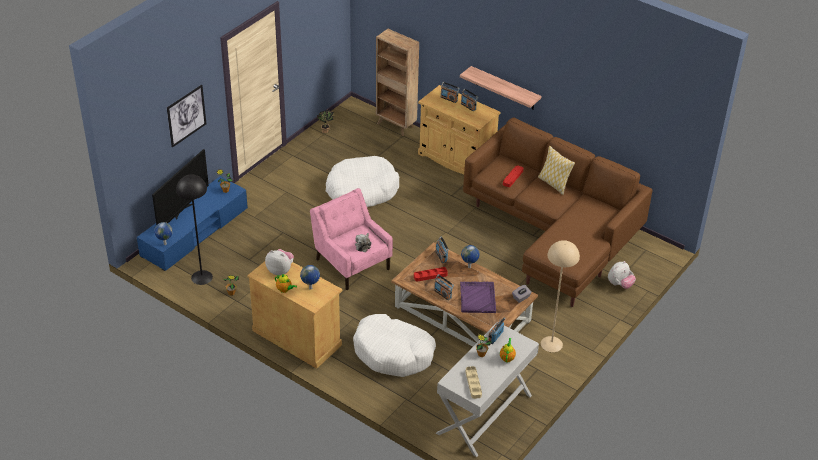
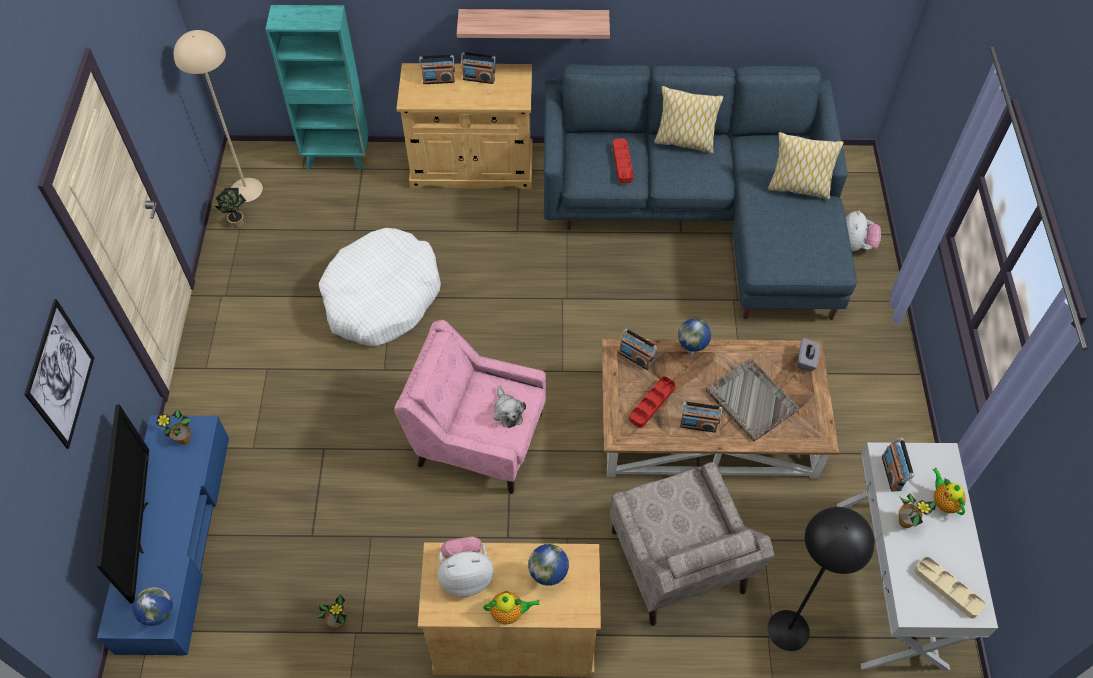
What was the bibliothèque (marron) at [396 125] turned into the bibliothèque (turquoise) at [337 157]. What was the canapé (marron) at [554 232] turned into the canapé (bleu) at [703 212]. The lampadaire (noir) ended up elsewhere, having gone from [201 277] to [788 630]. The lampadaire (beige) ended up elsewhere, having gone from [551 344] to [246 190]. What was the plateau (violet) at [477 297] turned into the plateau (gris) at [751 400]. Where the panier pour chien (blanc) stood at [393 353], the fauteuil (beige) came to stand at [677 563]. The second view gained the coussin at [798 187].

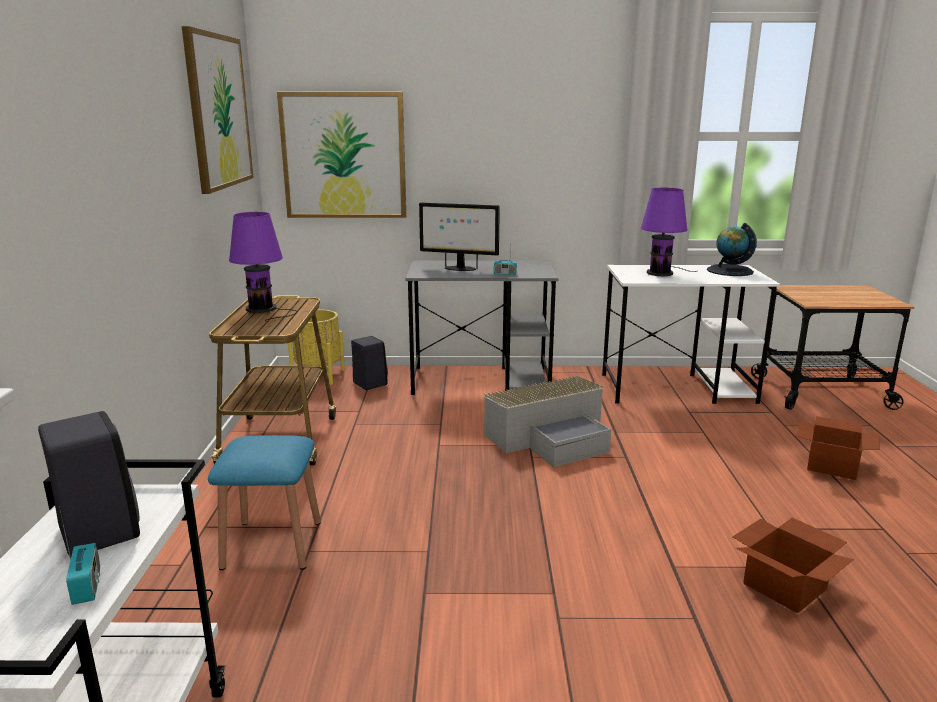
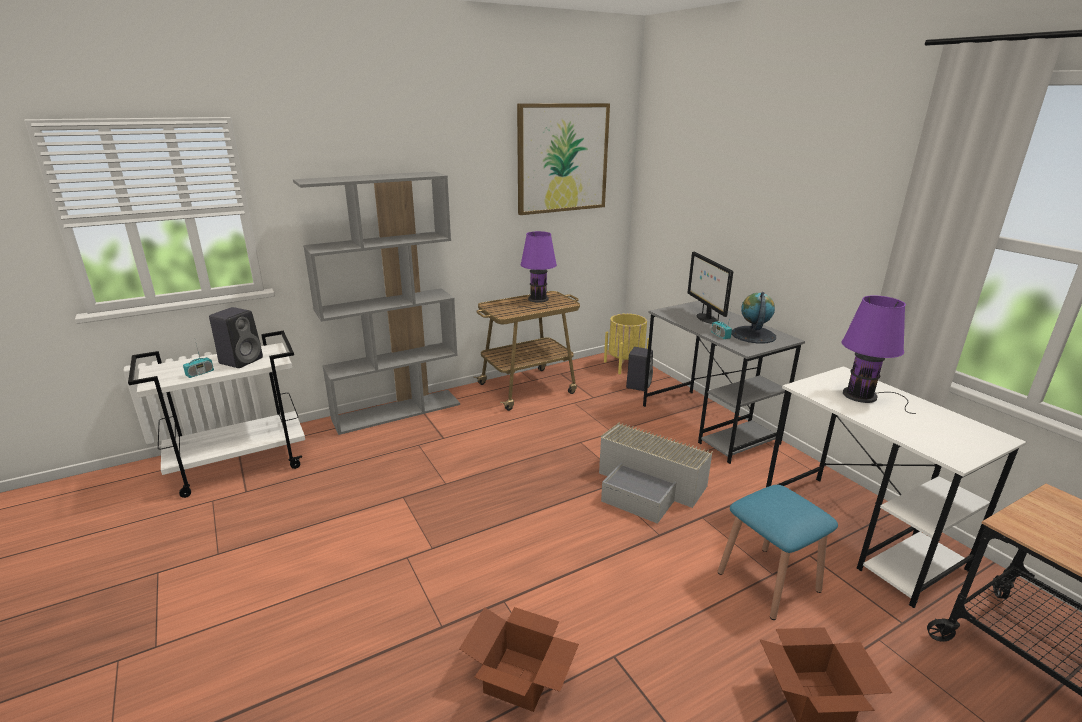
The second view lost the tableau at [344 156]. The globe ended up elsewhere, having gone from [729 271] to [753 335]. The tabouret (bleu) ended up elsewhere, having gone from [272 544] to [768 581]. The second view gained the bibliothèque (gris) at [397 411].

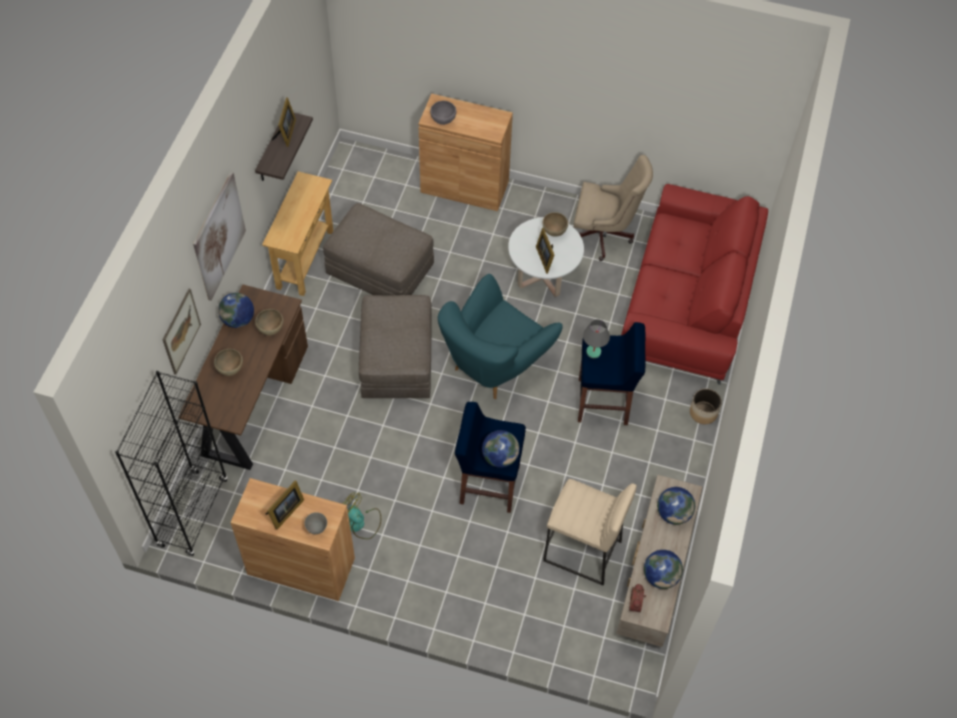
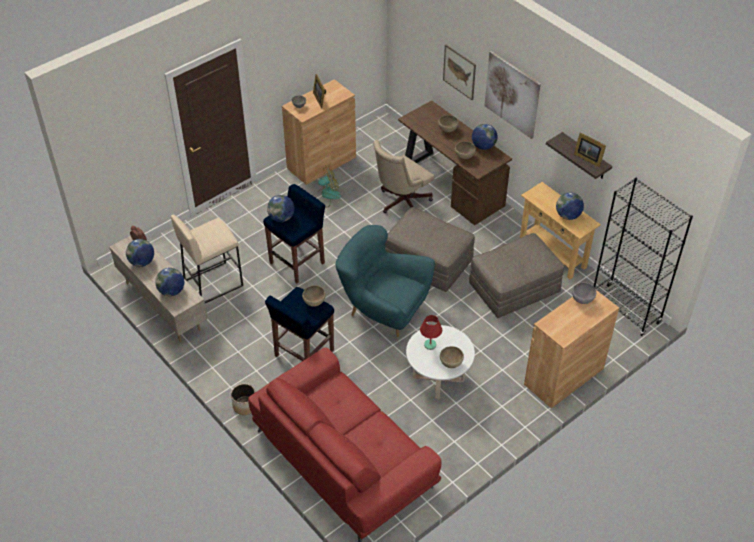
The chaise de bureau (beige) ended up elsewhere, having gone from [604 236] to [401 203]. Where the cadre photo stood at [545 258], the lampe de table (rouge) came to stand at [429 345]. The fauteuil (turquoise) at [494 365] ended up facing another way, 45 degrees counterclockwise from before. Where the lampe de table (gris) stood at [593 352], the bol (marron) came to stand at [314 303]. The bibliothèque (noir) ended up elsewhere, having gone from [193 512] to [625 310]. The second view gained the globe at [568 215].

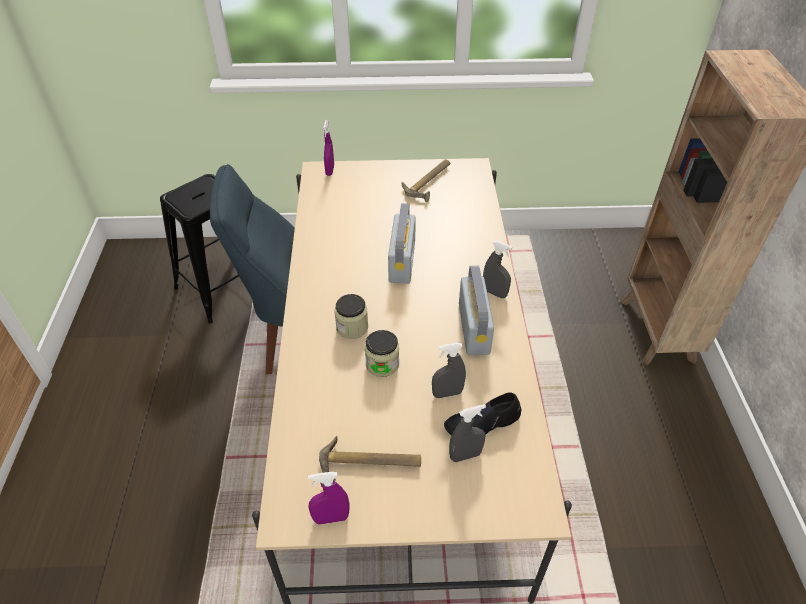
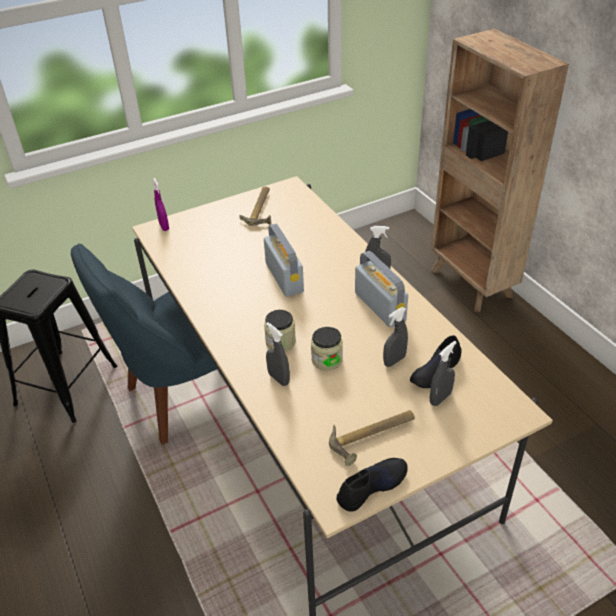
Where the vaporisateur (violet) stood at [331 518], the chaussure (noir) came to stand at [371 486]. The second view gained the vaporisateur (gris) at [278 379].

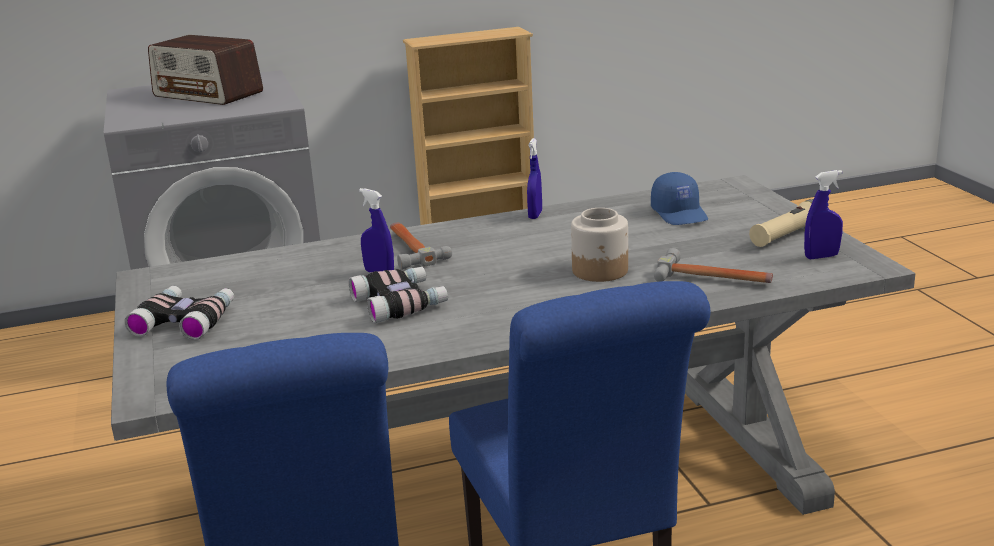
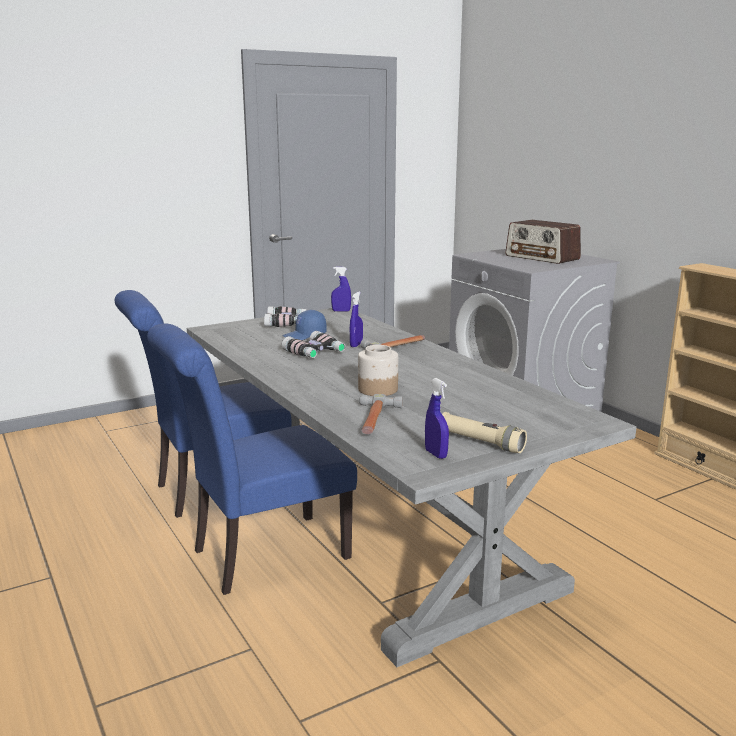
The radio at [208 94] ended up facing another way, 60 degrees counterclockwise from before. The vaporisateur (bleu) ended up elsewhere, having gone from [535 215] to [341 311]. The casquette (bleu) ended up elsewhere, having gone from [680 214] to [305 335].

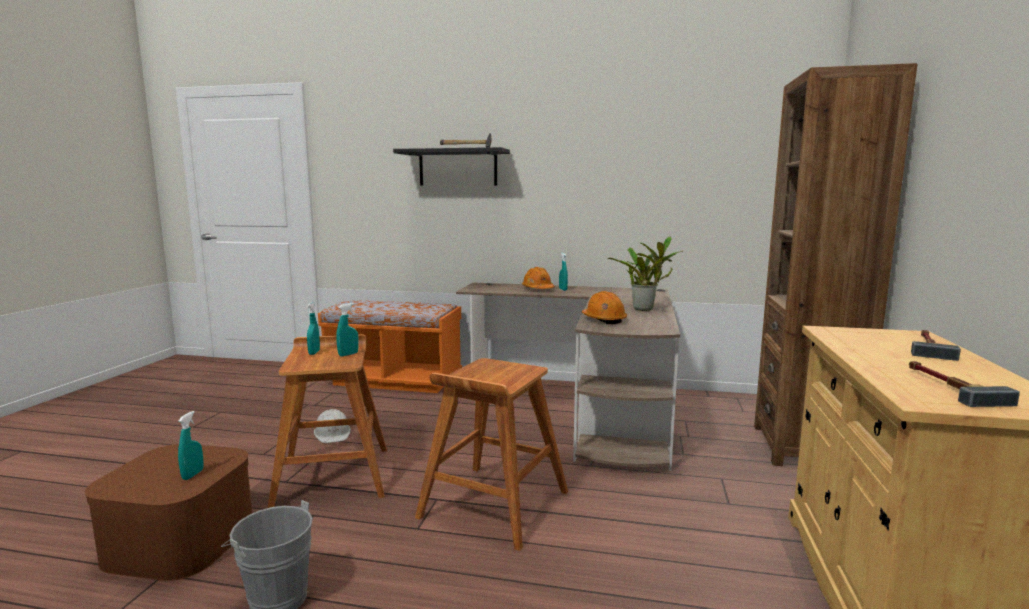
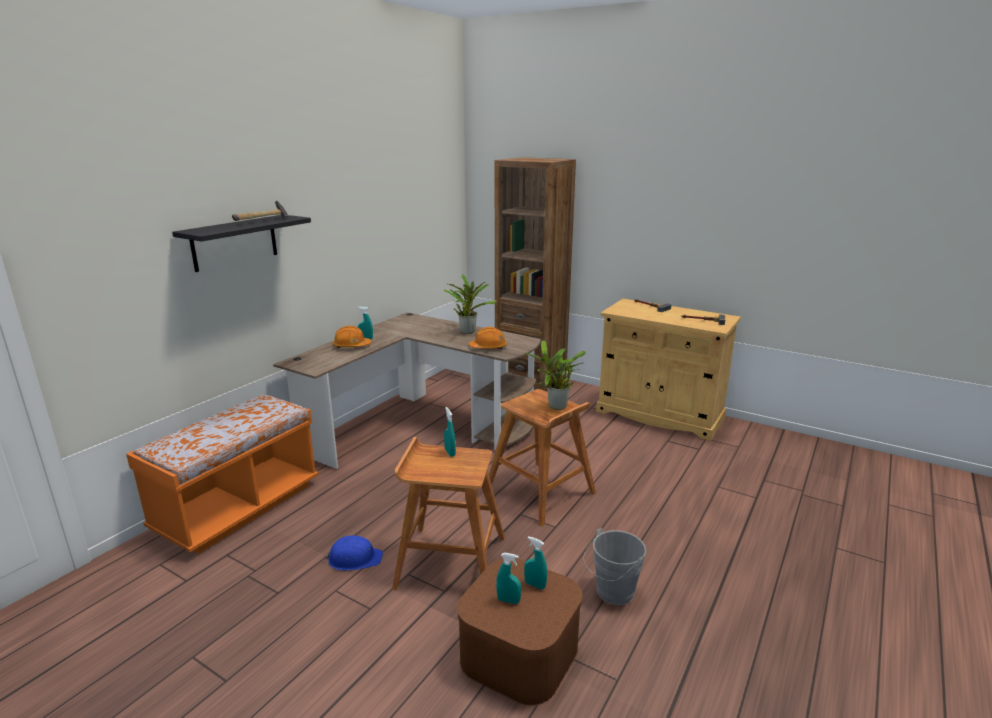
The vaporisateur (turquoise) ended up elsewhere, having gone from [314 353] to [508 600]. What was the casque de chantier (blanc) at [332 433] turned into the casque de chantier (bleu) at [354 559]. The second view gained the plante en pot at [555 407].

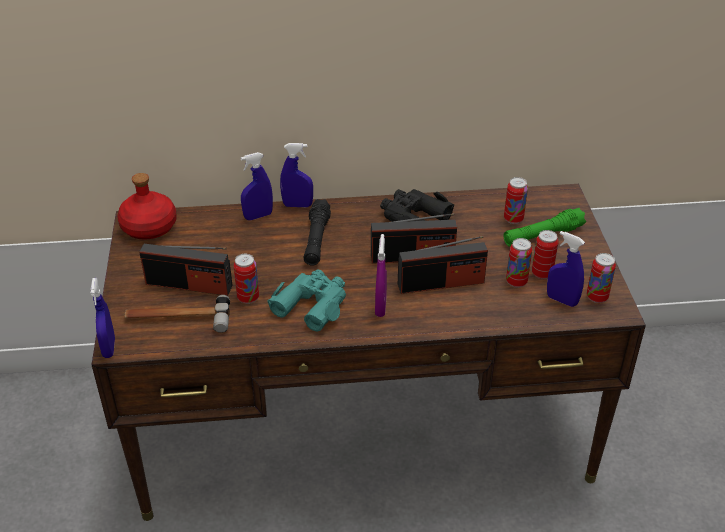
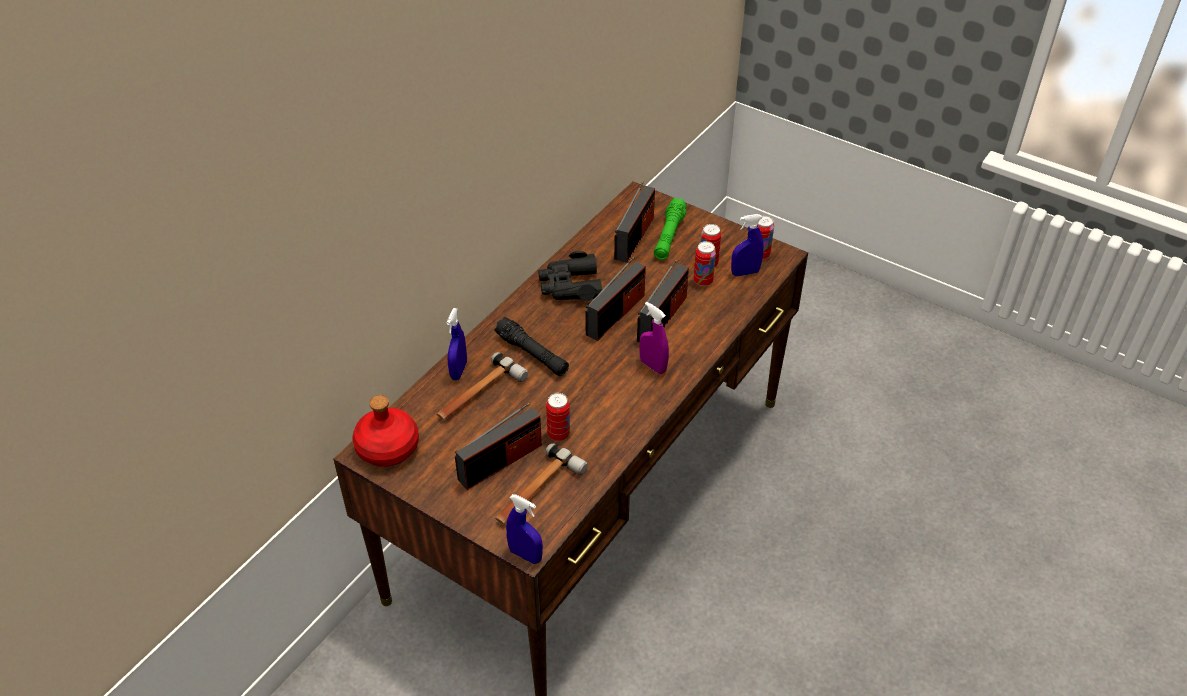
The second view lost the vaporisateur (bleu) at [297 205]. Where the boîte métallique stood at [513 219], the radio came to stand at [634 238]. The second view lost the jumelles (turquoise) at [312 304]. The second view gained the marteau at [479 394].

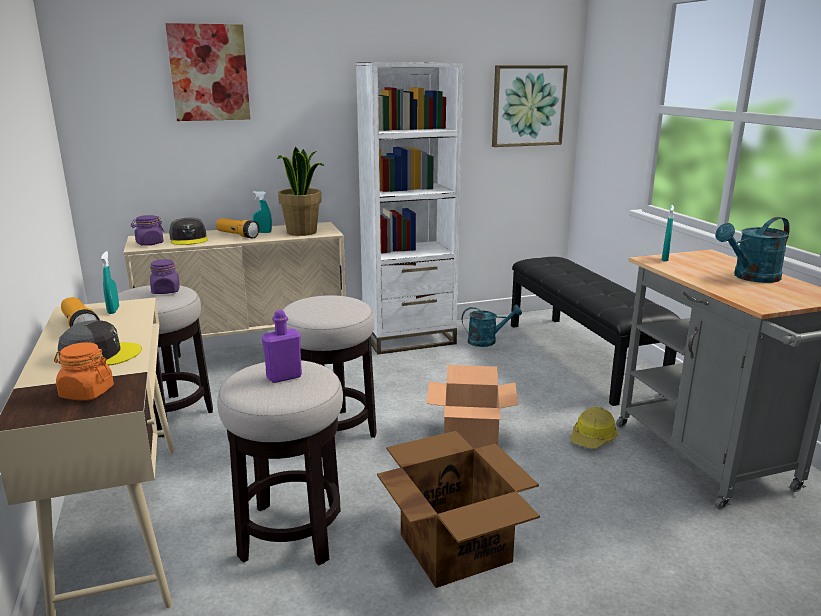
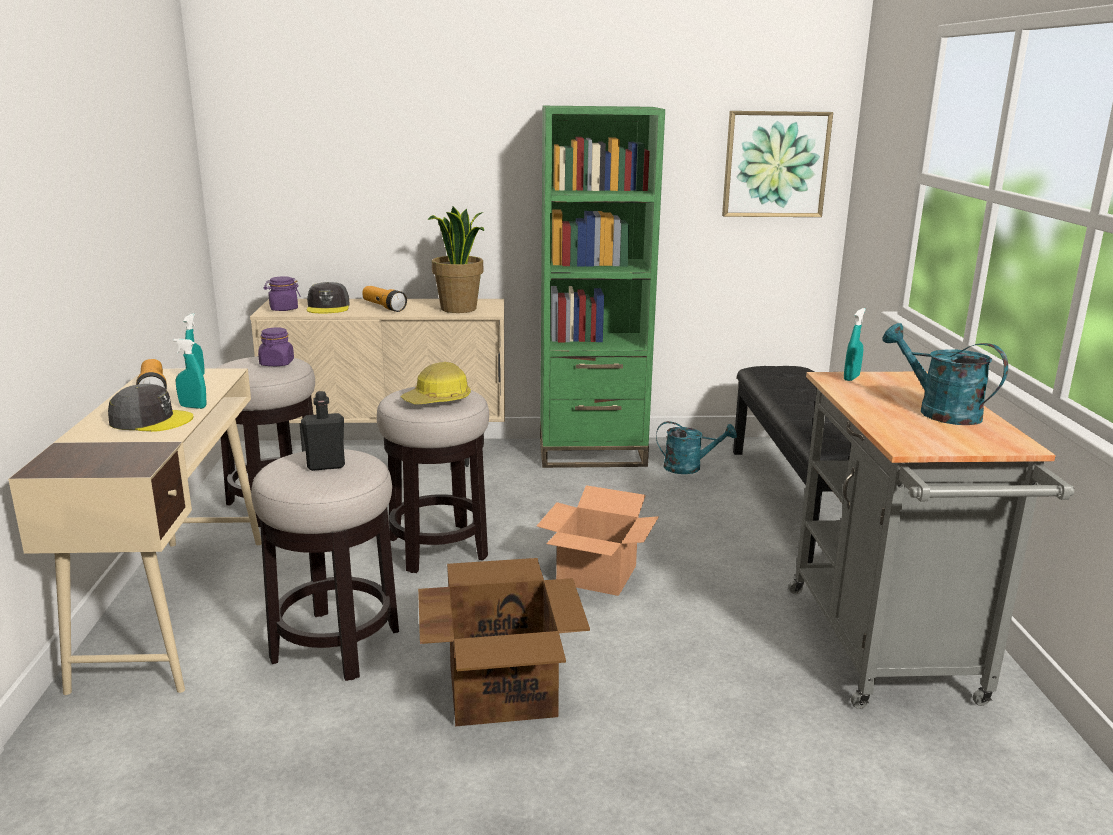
The second view lost the tableau at [209 73]. What was the bibliothèque (blanc) at [409 338] turned into the bibliothèque (vert) at [592 453]. The vaporisateur (turquoise) ended up elsewhere, having gone from [263 232] to [193 407]. The arrosoir (turquoise) at [750 277] ended up facing another way, 60 degrees clockwise from before. What was the bouteille (violet) at [284 377] turned into the bouteille (noir) at [326 466]. The second view lost the bocal (orange) at [86 393]. The casque de chantier ended up elsewhere, having gone from [593 438] to [438 400].

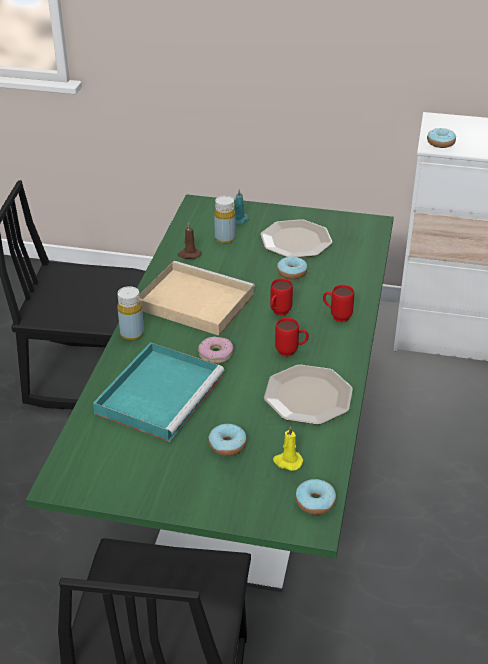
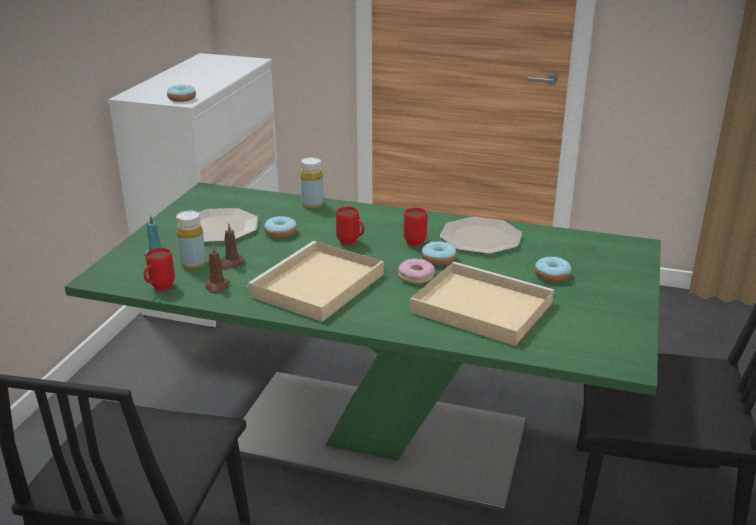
The mug (rouge) ended up elsewhere, having gone from [336 316] to [159 289]. The bouteille (jaune) ended up elsewhere, having gone from [132 334] to [312 205]. What was the plateau (turquoise) at [160 393] turned into the plateau (beige) at [479 307]. The second view lost the bougie (jaune) at [287 461]. The beignet ended up elsewhere, having gone from [315 502] to [438 259]. The second view gained the bougie (marron) at [231 263].

